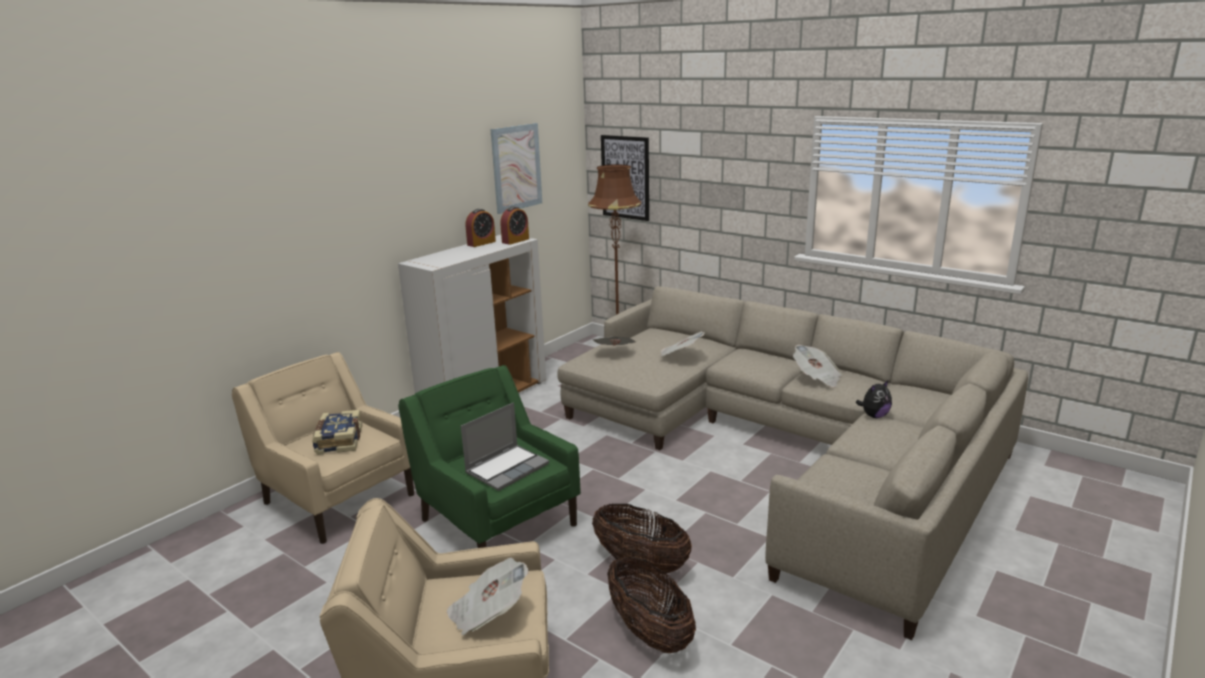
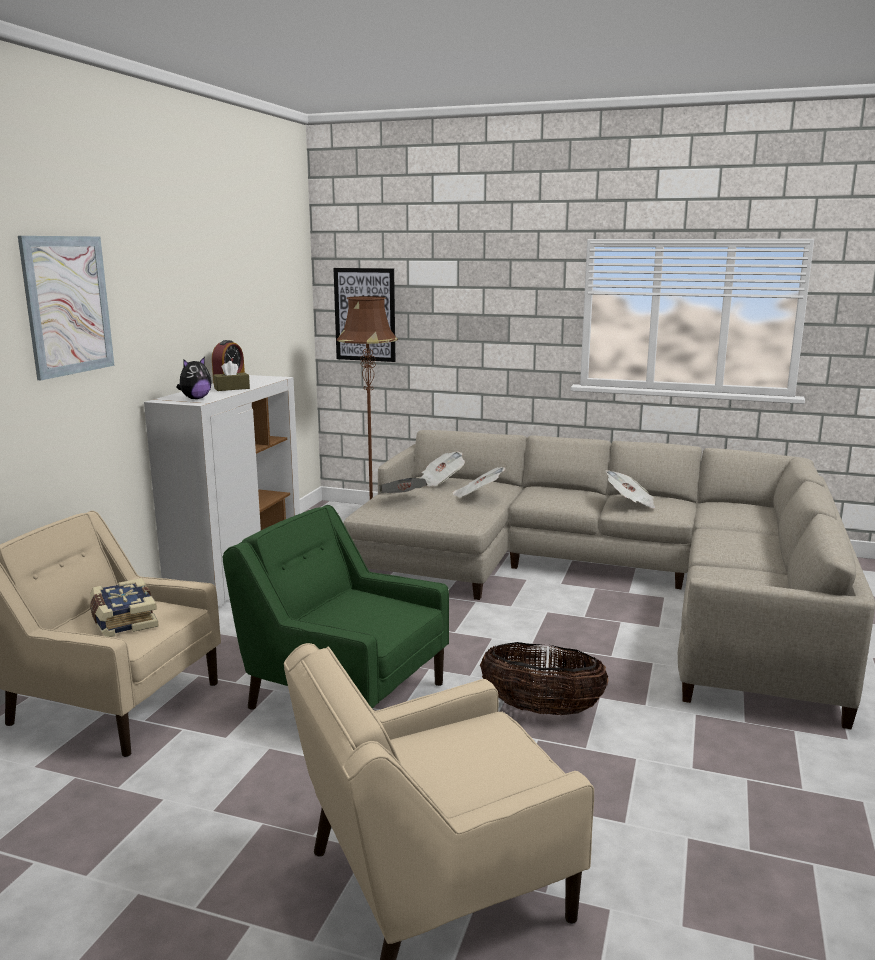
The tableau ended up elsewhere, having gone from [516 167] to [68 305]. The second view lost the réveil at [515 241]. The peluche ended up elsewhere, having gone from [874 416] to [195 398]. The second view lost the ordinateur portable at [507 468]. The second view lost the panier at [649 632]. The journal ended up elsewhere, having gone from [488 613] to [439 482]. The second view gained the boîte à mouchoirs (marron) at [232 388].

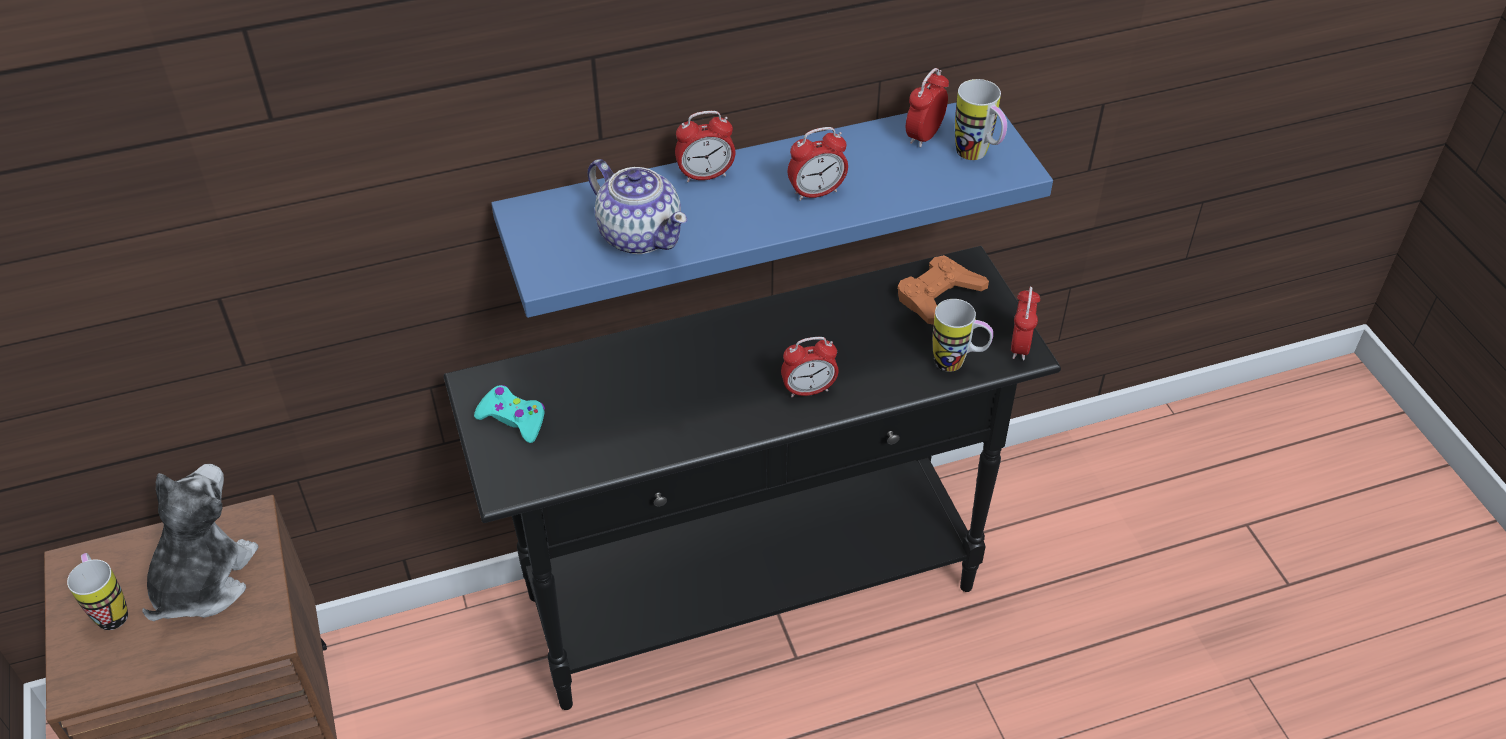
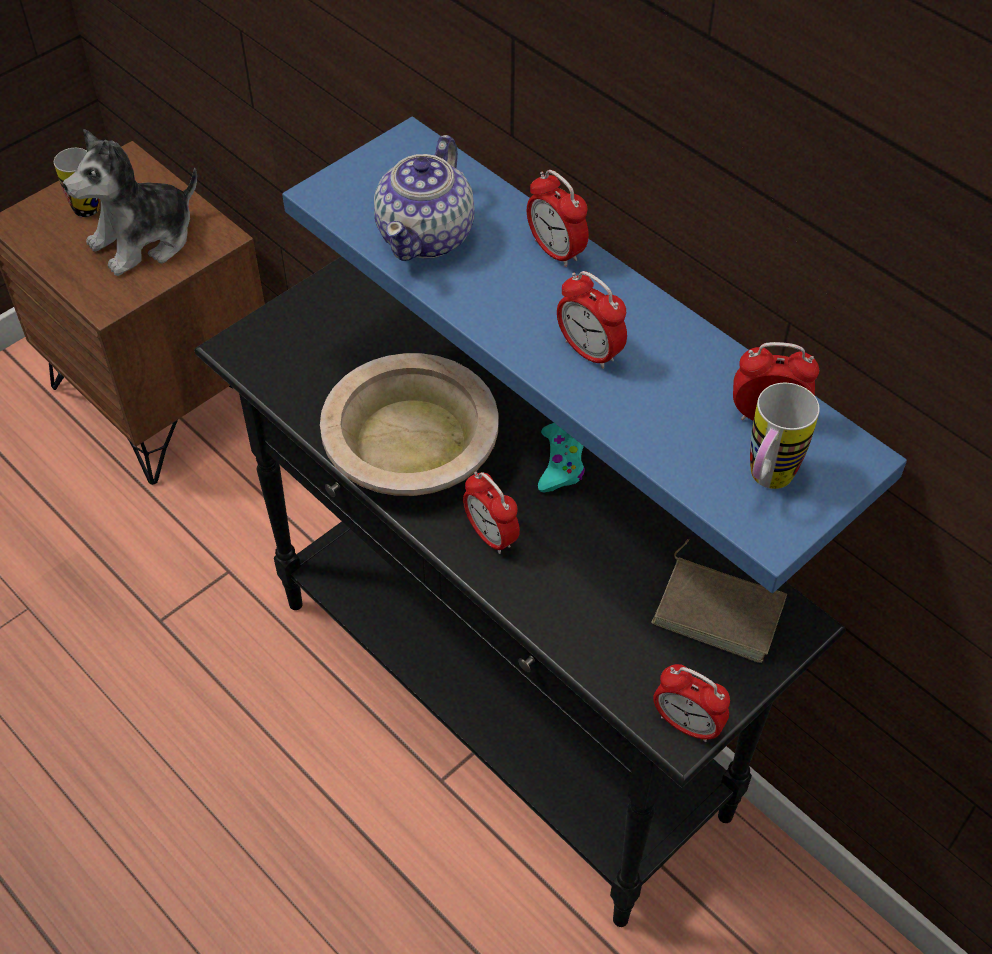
Where the manette (orange) stood at [938 295], the livre (marron) came to stand at [720 609]. The réveil at [1020 346] ended up facing another way, 45 degrees clockwise from before. The second view lost the mug at [958 364]. The manette (turquoise) ended up elsewhere, having gone from [513 419] to [562 462]. The peluche at [203 580] ended up facing another way, 150 degrees clockwise from before. The second view gained the bol (beige) at [411 445].

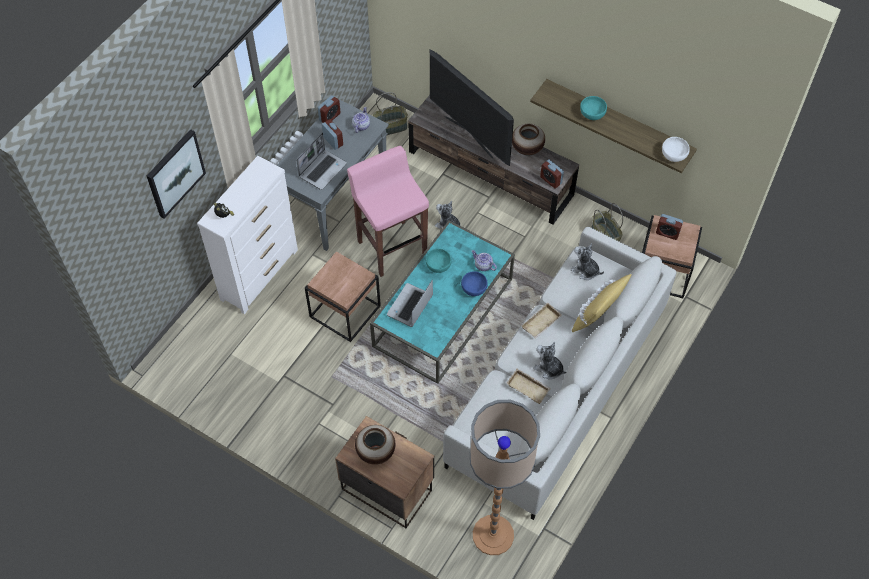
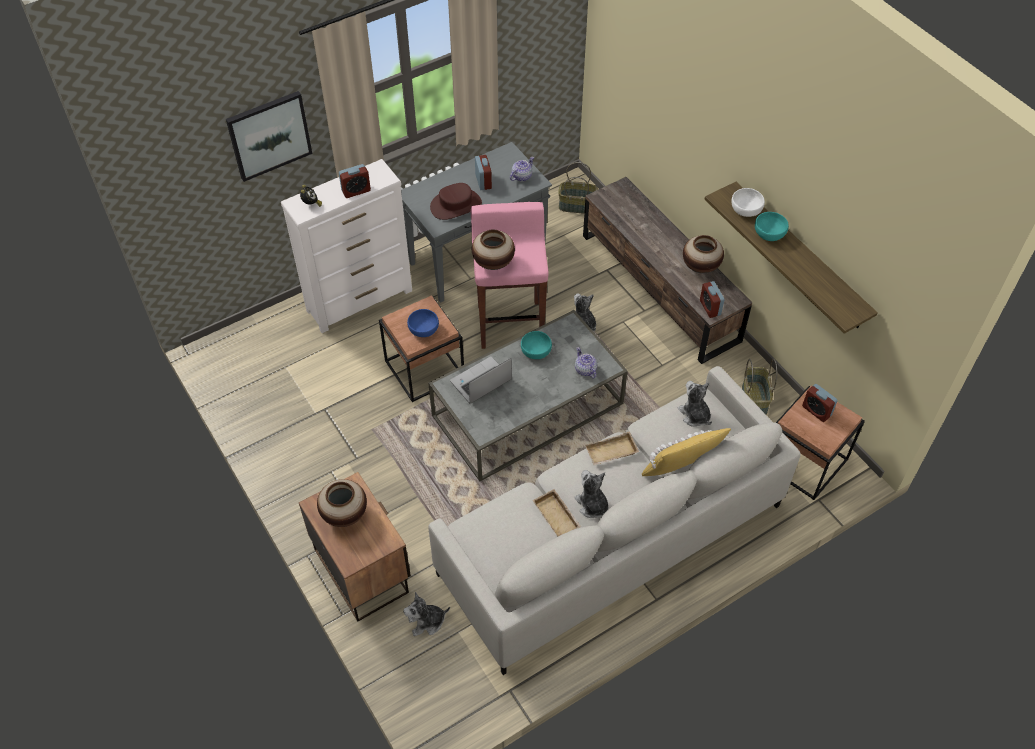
The second view lost the téléviseur at [469 136]. The réveil ended up elsewhere, having gone from [330 117] to [356 191]. Where the ordinateur portable stood at [322 170], the chapeau (marron) came to stand at [456 205]. The bol (blanc) ended up elsewhere, having gone from [673 155] to [745 210]. What was the table basse (turquoise) at [443 313] turned into the table basse (gris) at [528 410]. The bol (bleu) ended up elsewhere, having gone from [473 288] to [423 329]. The second view lost the lampadaire at [493 535]. The second view gained the vase at [493 263]. The second view gained the peluche at [427 622].

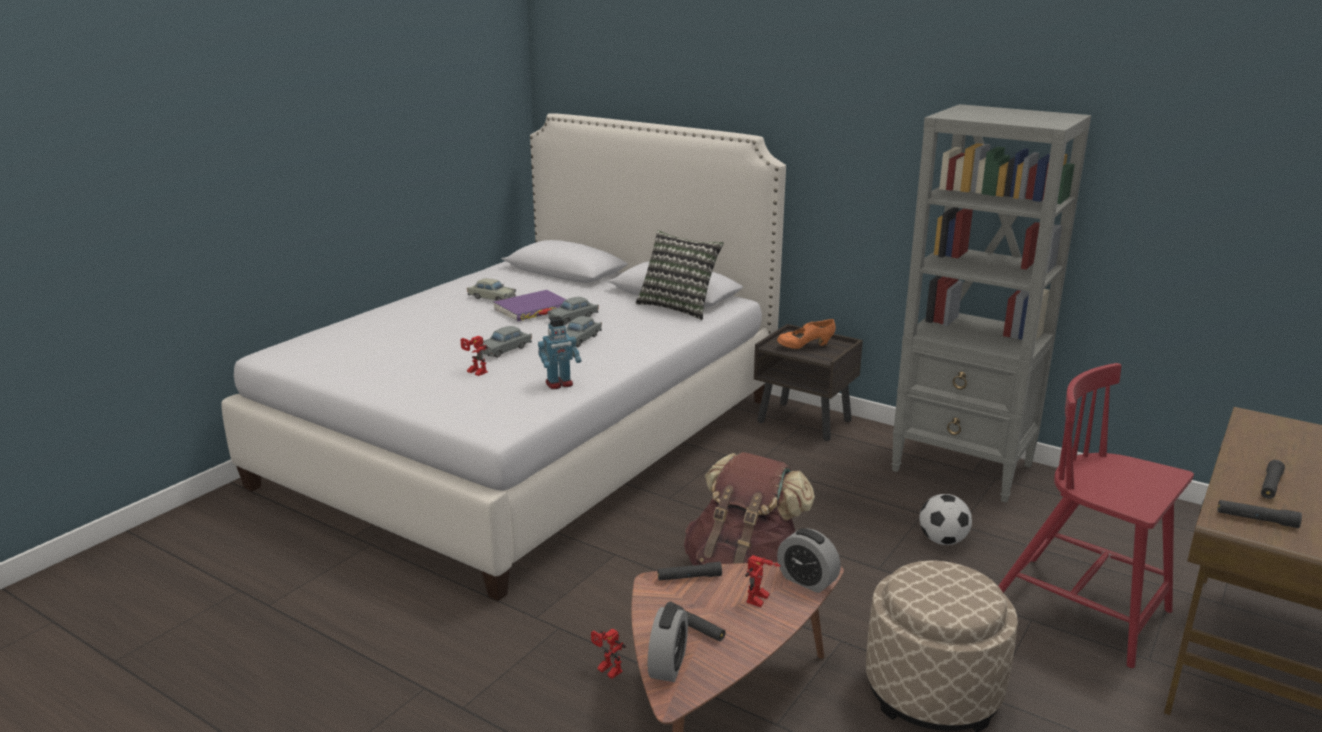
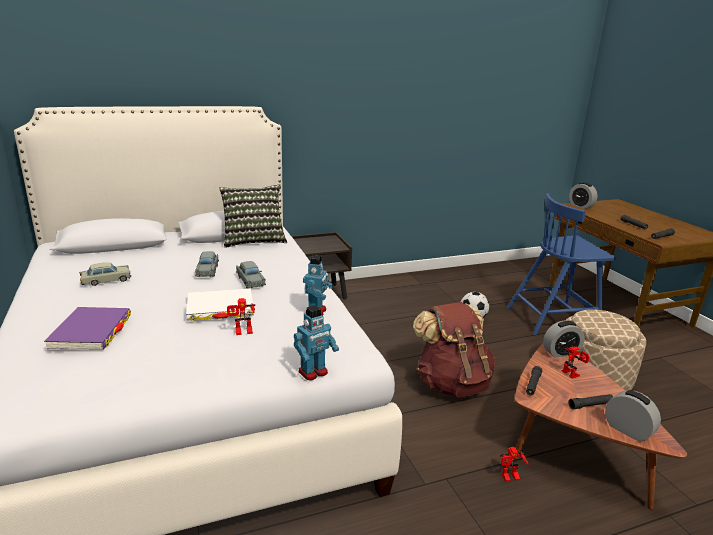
The second view lost the bibliothèque (gris) at [963 468]. The livre (violet) ended up elsewhere, having gone from [533 309] to [91 332]. The second view lost the chaussure (orange) at [805 347]. Where the petite voiture (gris) stood at [505 349], the livre (blanc) came to stand at [220 308]. What was the chaise (rouge) at [1082 610] turned into the chaise (bleu) at [553 318]. The second view gained the réveil at [581 206]. The second view gained the robot jouet at [313 372].

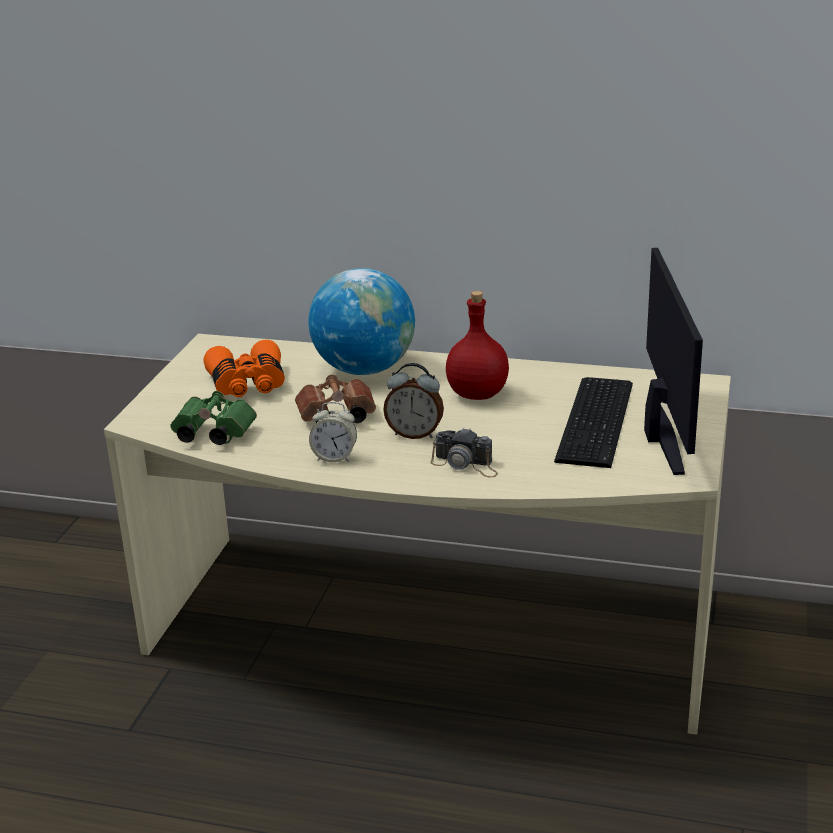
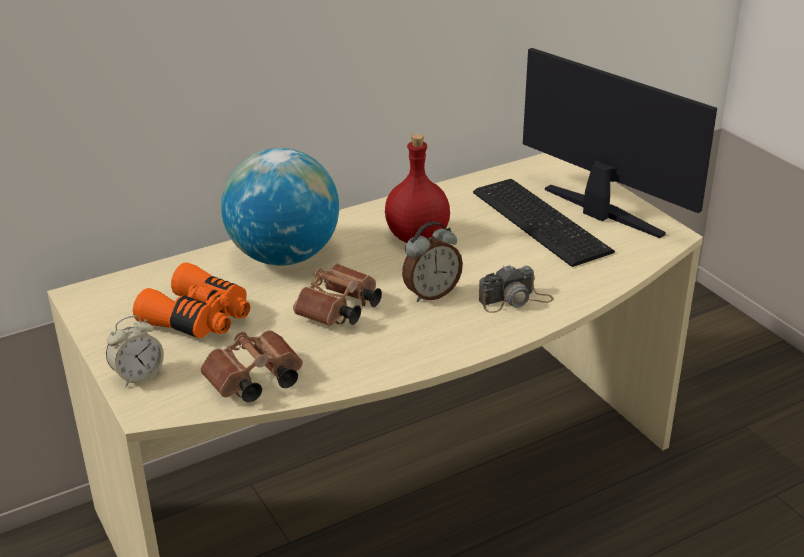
What was the jumelles (vert) at [211 434] turned into the jumelles (marron) at [253 382]. The réveil ended up elsewhere, having gone from [334 457] to [138 375].

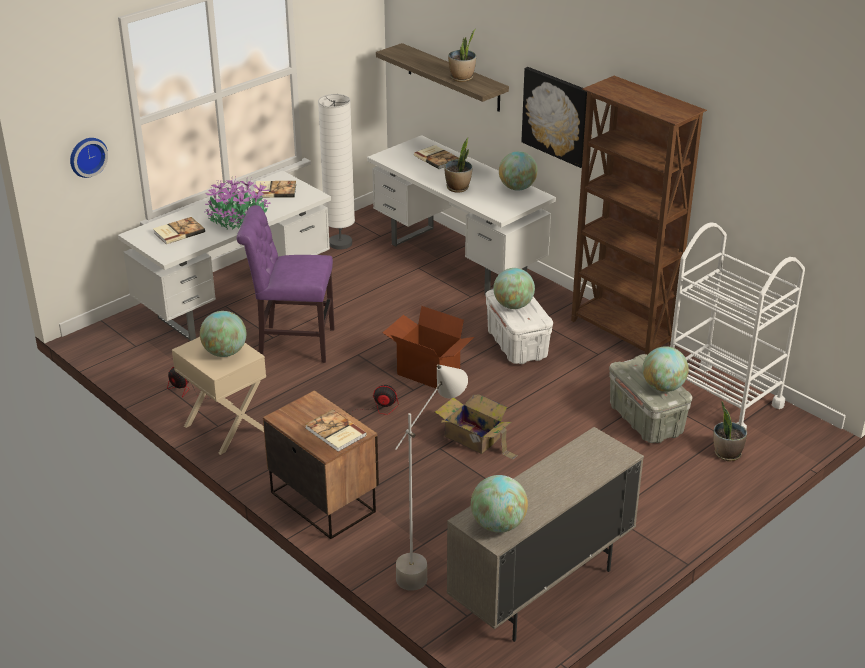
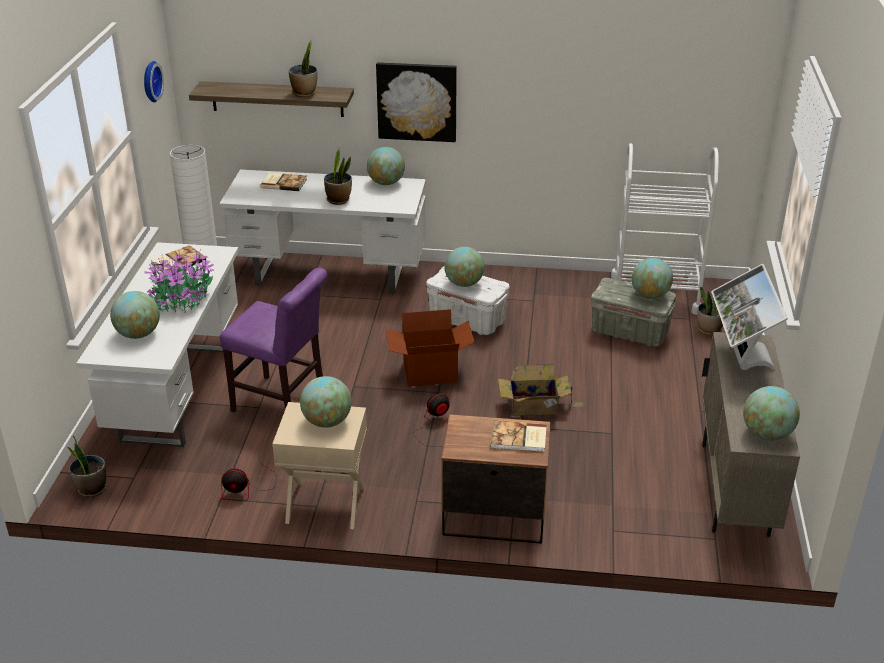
The second view lost the bibliothèque (marron) at [622 333]. The horloge murale ended up elsewhere, having gone from [87 156] to [150 81]. The chaise (violet) at [292 343] ended up facing another way, 120 degrees counterclockwise from before. Where the livre stood at [178 232], the globe came to stand at [138 334]. The second view lost the lampadaire (gris) at [429 565]. The second view gained the écran d'ordinateur at [740 358]. The second view gained the plante en pot at [92 489].

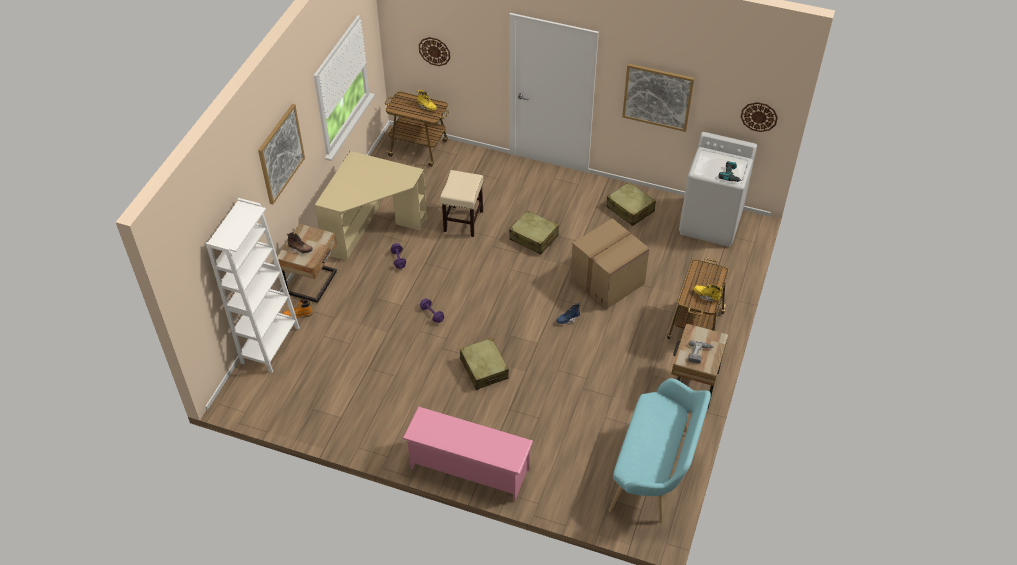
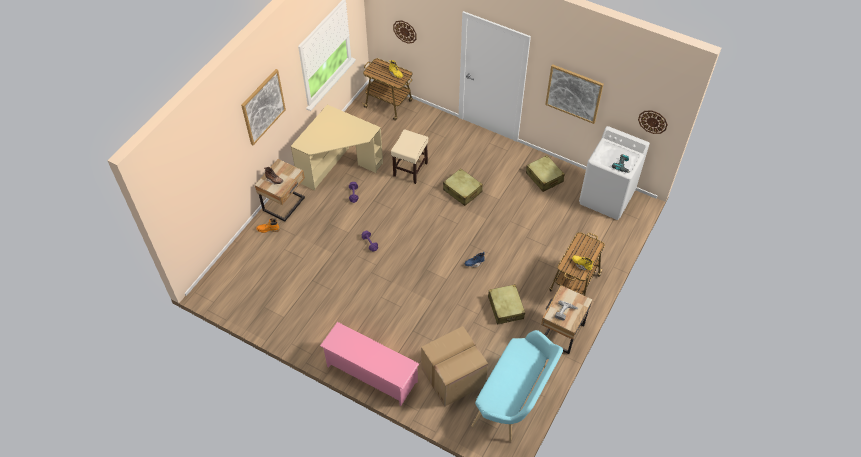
The second view lost the bibliothèque (blanc) at [270 345]. The carton ended up elsewhere, having gone from [607 282] to [453 378]. The valise (beige) ended up elsewhere, having gone from [484 368] to [505 307].

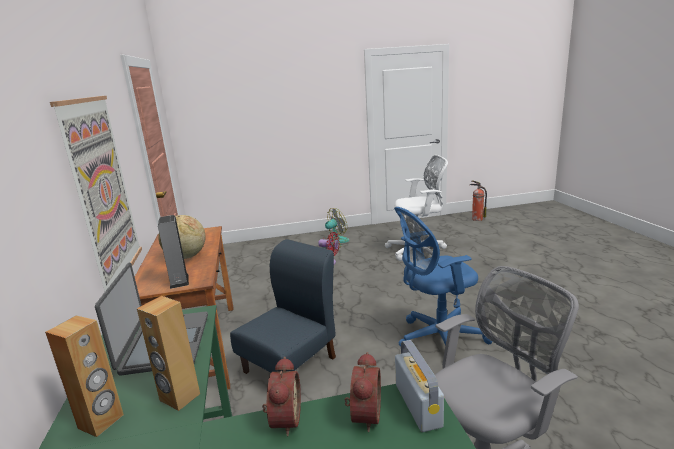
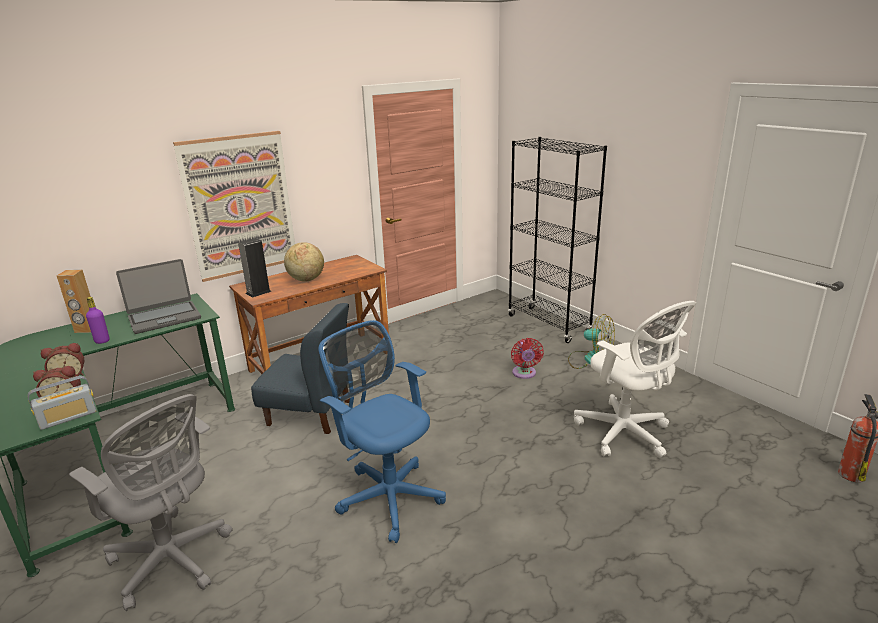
Where the enceinte (marron) stood at [179 397], the bouteille (violet) came to stand at [102 341]. The second view gained the bibliothèque (noir) at [548 325].

